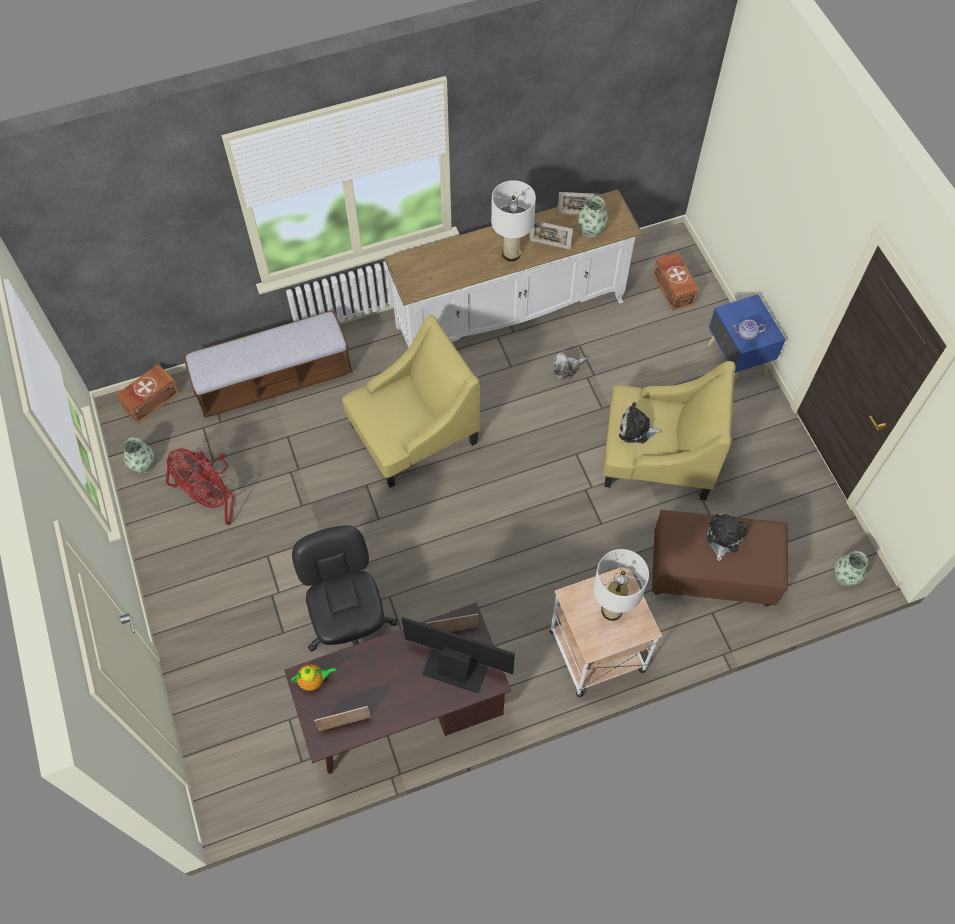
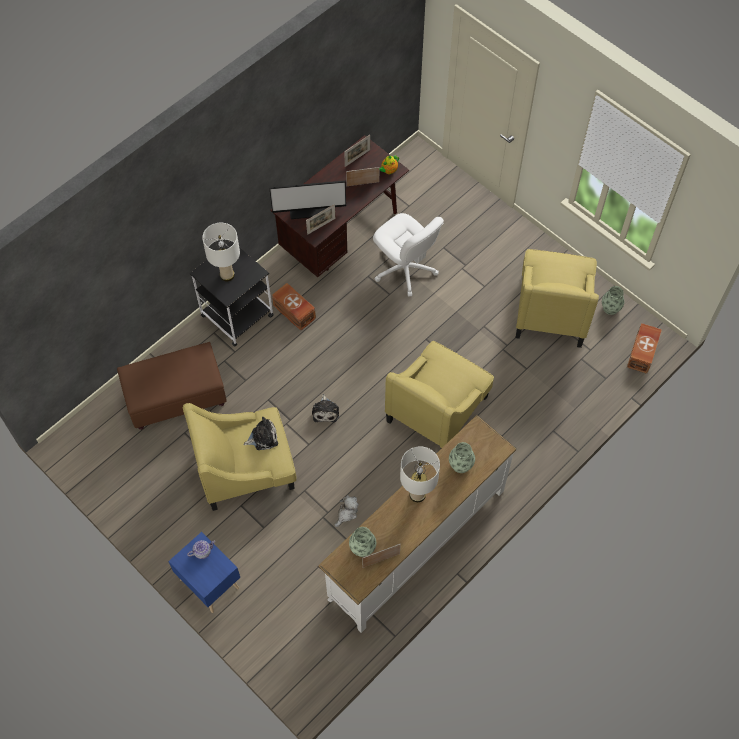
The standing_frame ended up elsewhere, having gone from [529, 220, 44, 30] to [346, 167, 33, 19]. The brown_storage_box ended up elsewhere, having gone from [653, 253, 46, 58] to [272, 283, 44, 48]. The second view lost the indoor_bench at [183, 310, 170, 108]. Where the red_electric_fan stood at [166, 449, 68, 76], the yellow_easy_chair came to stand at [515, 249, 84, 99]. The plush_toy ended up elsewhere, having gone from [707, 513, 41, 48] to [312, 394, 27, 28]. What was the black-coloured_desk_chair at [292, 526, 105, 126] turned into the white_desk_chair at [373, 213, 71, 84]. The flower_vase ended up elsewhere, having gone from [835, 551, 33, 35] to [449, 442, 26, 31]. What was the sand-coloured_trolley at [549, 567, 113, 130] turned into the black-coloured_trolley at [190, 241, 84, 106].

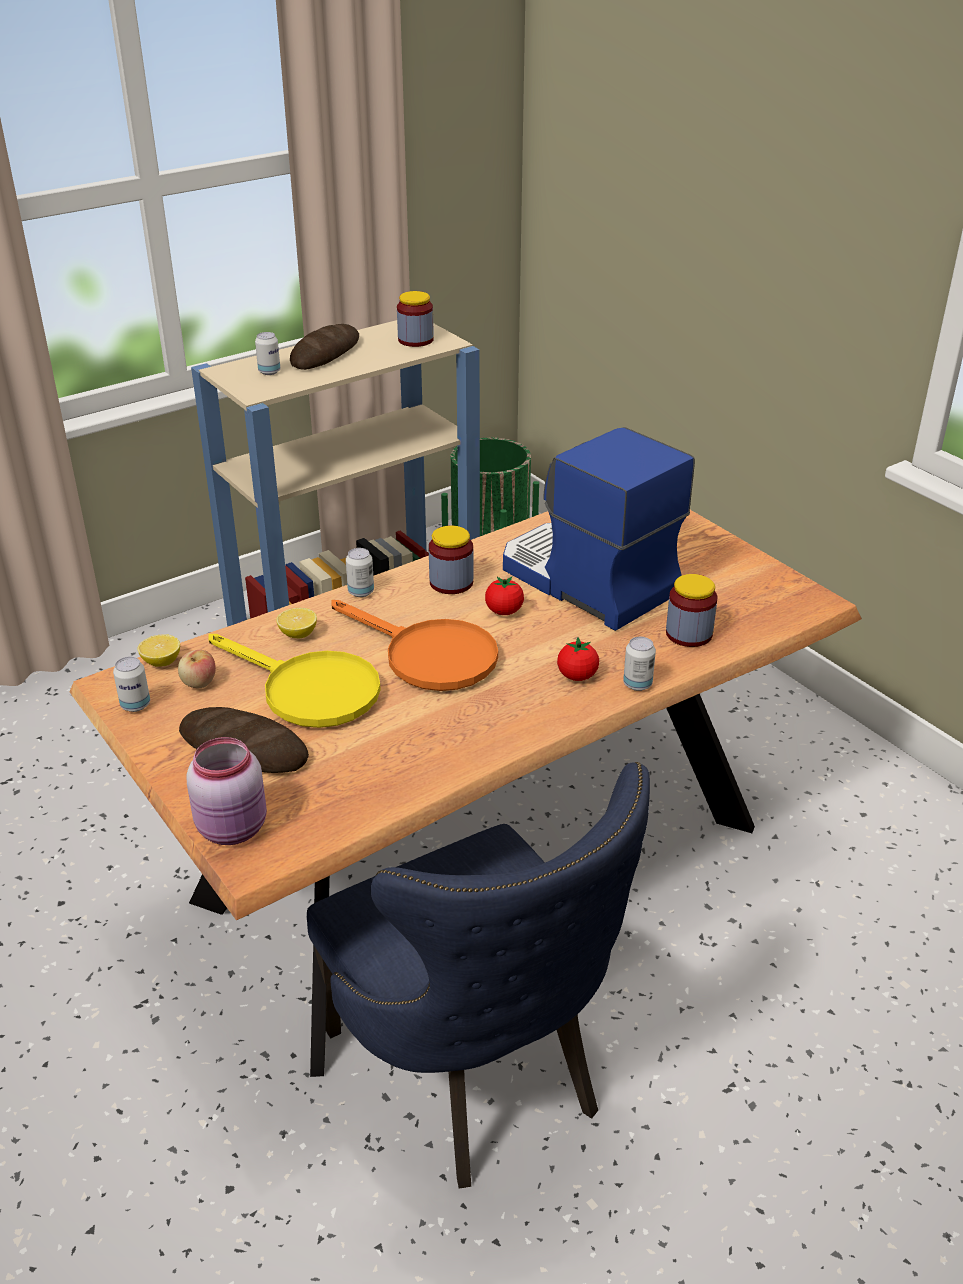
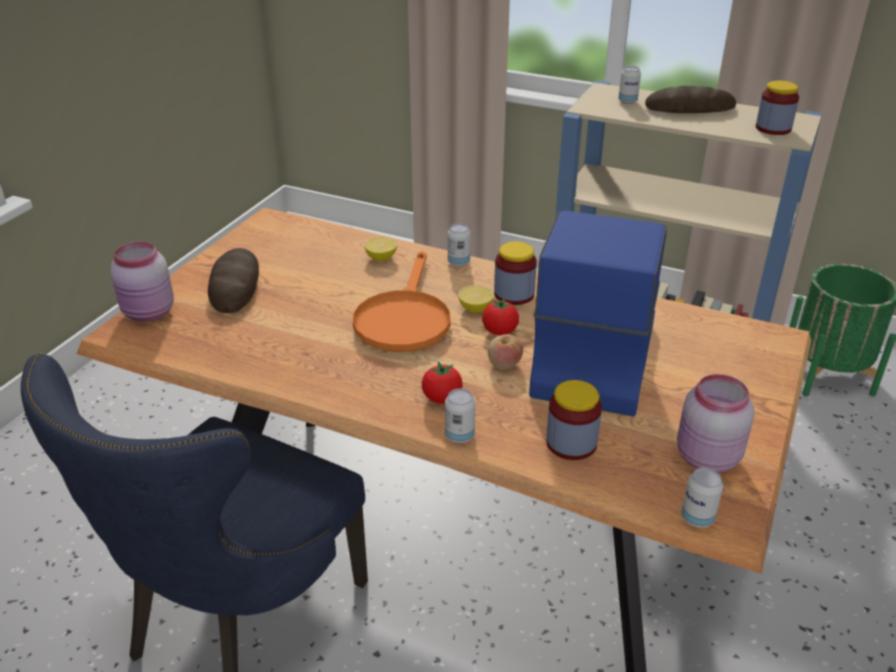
The whole_lemon ended up elsewhere, having gone from [138, 634, 42, 33] to [458, 286, 36, 27]. The second view lost the yellow_skillet at [209, 634, 172, 94]. The apple_fruit ended up elsewhere, having gone from [178, 650, 38, 38] to [488, 334, 35, 35]. The metal_can ended up elsewhere, having gone from [113, 657, 37, 55] to [681, 467, 42, 61]. The second view gained the pinkish_jar at [677, 374, 78, 99].

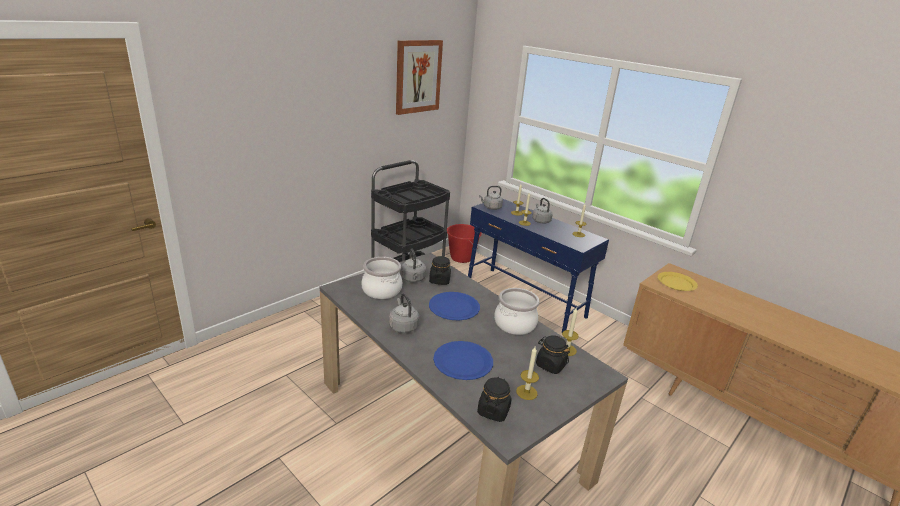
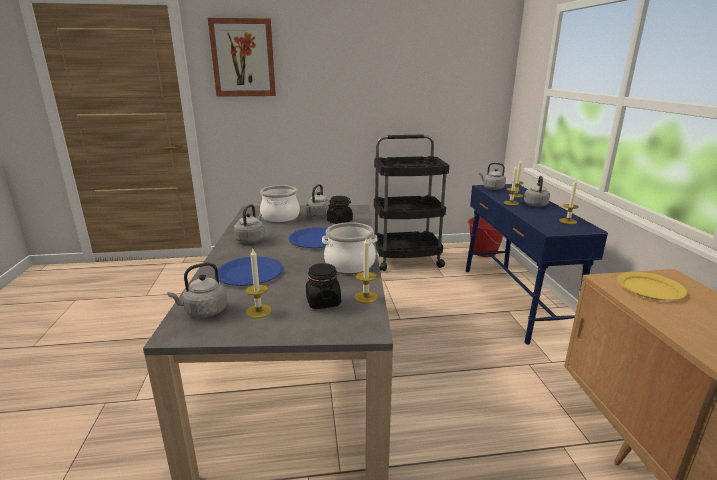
The wall_picture ended up elsewhere, having gone from [396, 40, 47, 75] to [208, 18, 68, 79]. Where the black-coloured_jar stood at [477, 377, 35, 45], the gray_kettle came to stand at [167, 262, 61, 56].

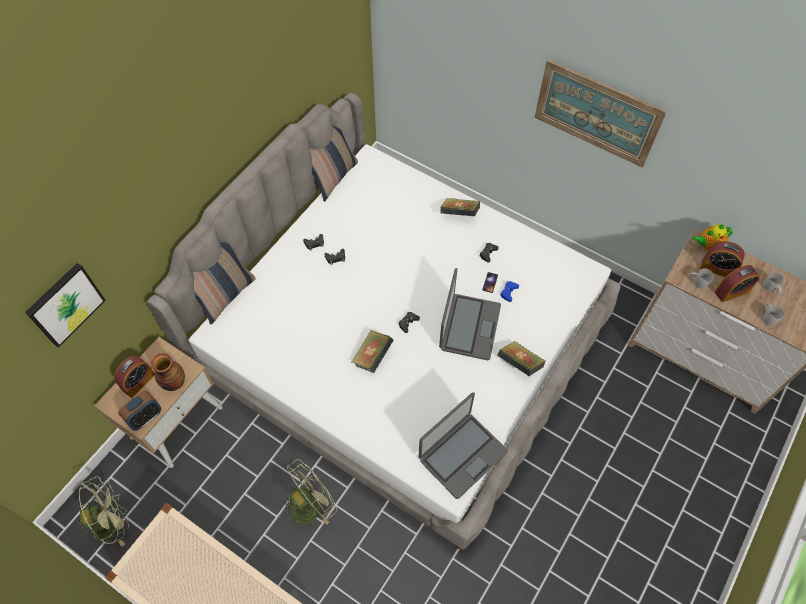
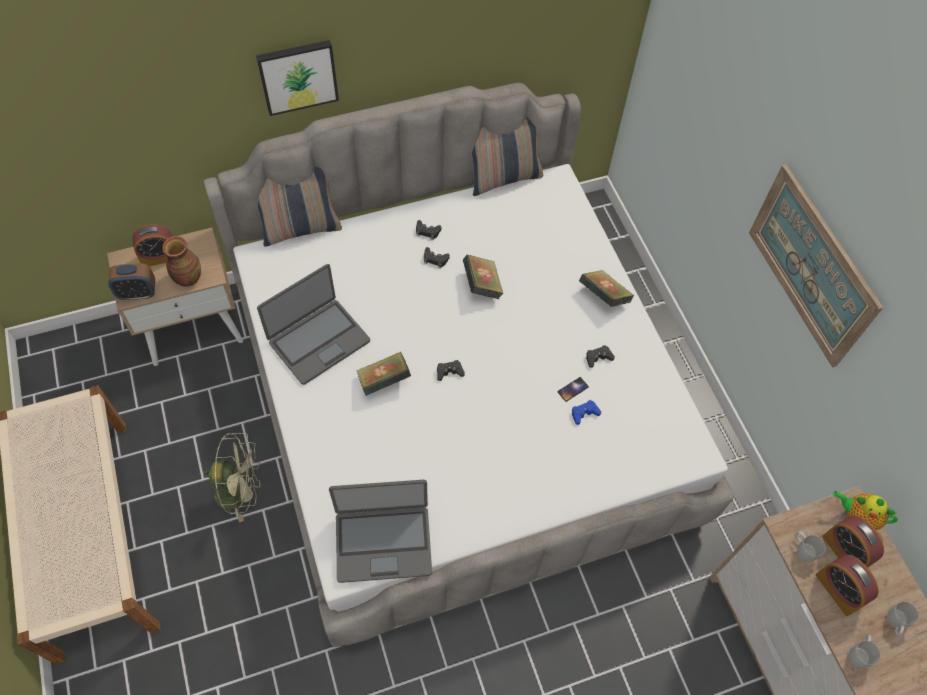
The wall_picture ended up elsewhere, having gone from [25, 263, 81, 85] to [256, 40, 83, 76]. The alarm_clock at [715, 265, 45, 37] ended up facing another way, 45 degrees clockwise from before. The portable_computer ended up elsewhere, having gone from [439, 268, 62, 92] to [257, 264, 113, 121]. The book ended up elsewhere, having gone from [497, 341, 49, 35] to [463, 255, 41, 44]. The second view lost the green_electric_fan at [77, 476, 52, 71].

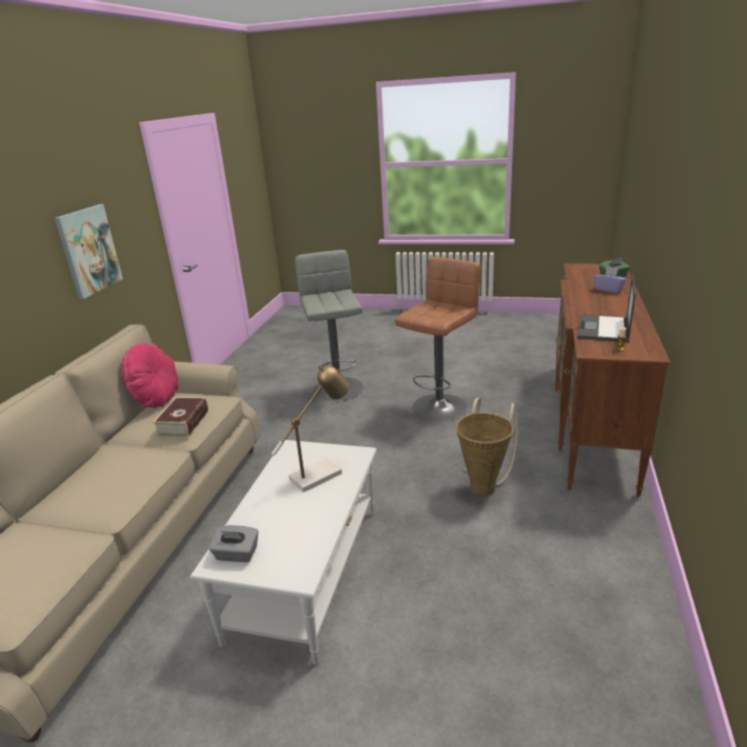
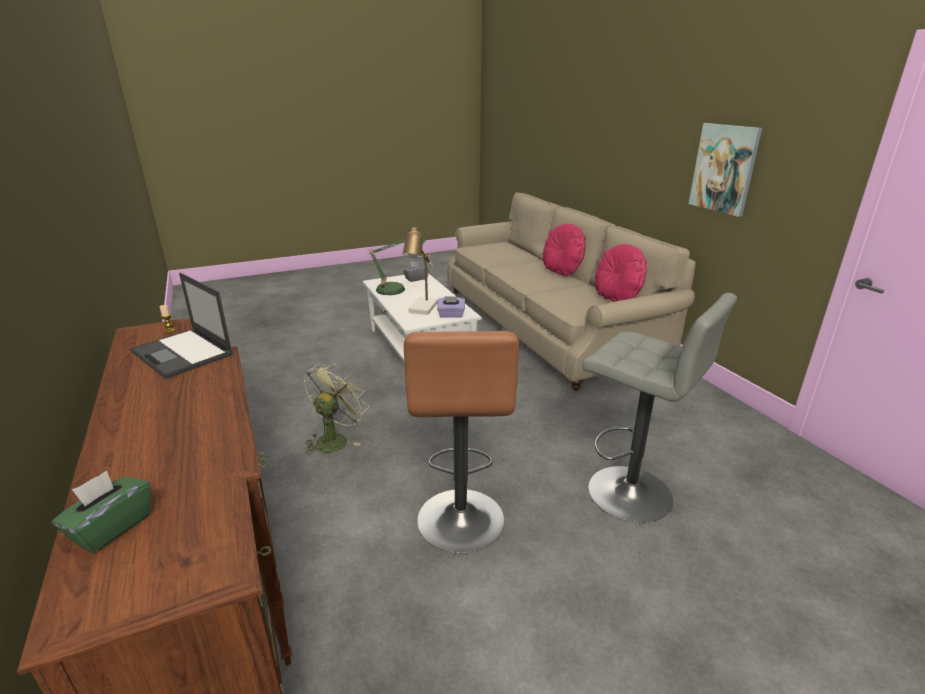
The purple_tissue_box ended up elsewhere, having gone from [594, 267, 33, 26] to [437, 296, 28, 22]. The portable_computer at [577, 275, 59, 67] ended up facing another way, 150 degrees clockwise from before. The second view lost the book at [152, 397, 56, 40]. Where the basket stood at [456, 398, 62, 98], the green_electric_fan came to stand at [304, 363, 65, 92]. The second view gained the pinkish_throw_pillow at [542, 223, 44, 53]. The second view gained the lamp_for_a_table at [368, 227, 58, 68].

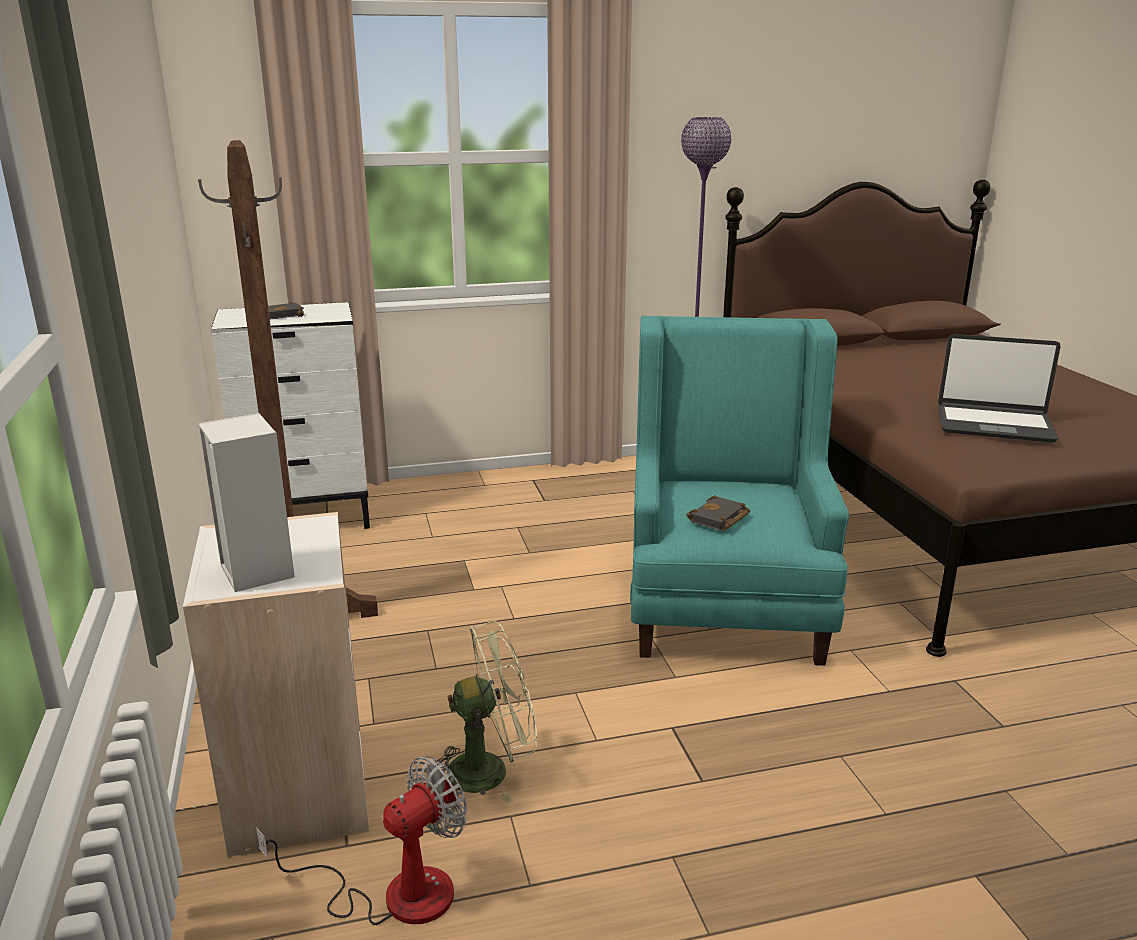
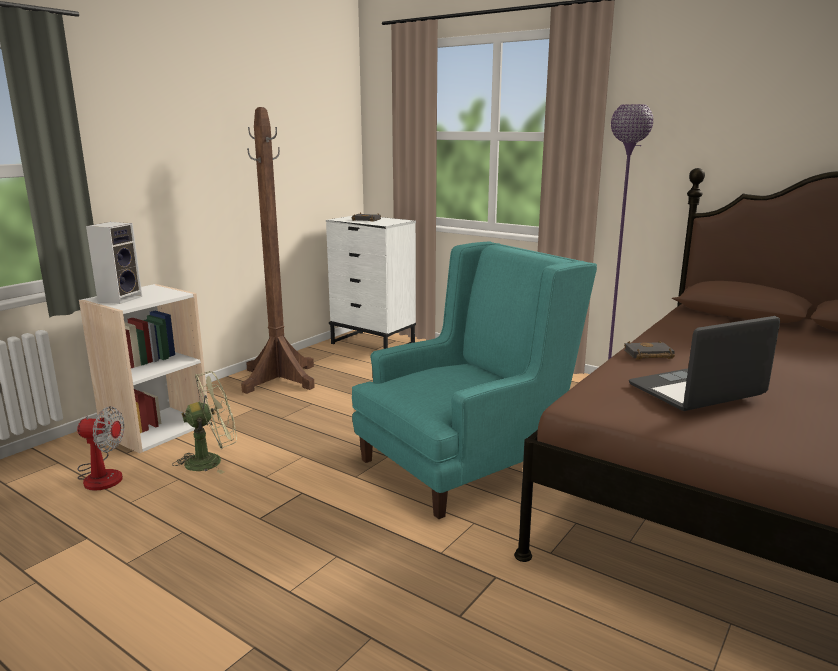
The portable_computer at [938, 334, 123, 109] ended up facing another way, 90 degrees clockwise from before. The black-coloured_book ended up elsewhere, having gone from [686, 495, 64, 36] to [624, 341, 51, 19]. The green_electric_fan at [437, 621, 100, 183] ended up facing another way, 60 degrees counterclockwise from before.

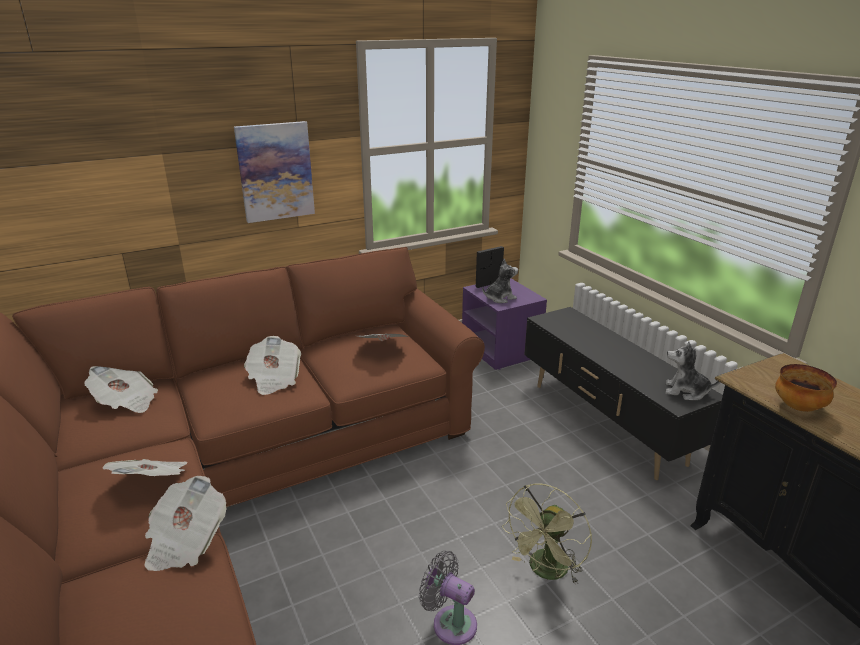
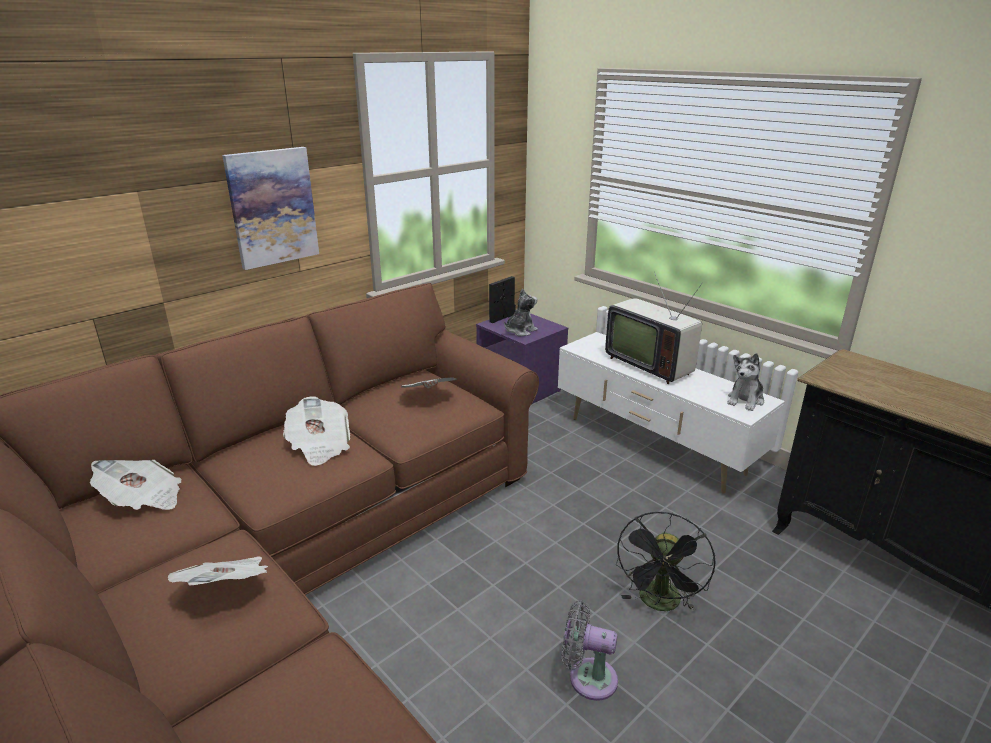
What was the black-coloured_tv_unit at [524, 307, 199, 173] turned into the white_tv_unit at [558, 332, 227, 162]. The plush_toy at [665, 341, 55, 60] ended up facing another way, 60 degrees counterclockwise from before. The second view lost the deep_dish at [775, 364, 62, 48]. The second view lost the daily_paper at [145, 476, 82, 95]. What was the green_electric_fan at [502, 483, 90, 102] turned into the black-coloured_electric_fan at [615, 512, 101, 99]. The second view gained the TV at [605, 272, 98, 112].

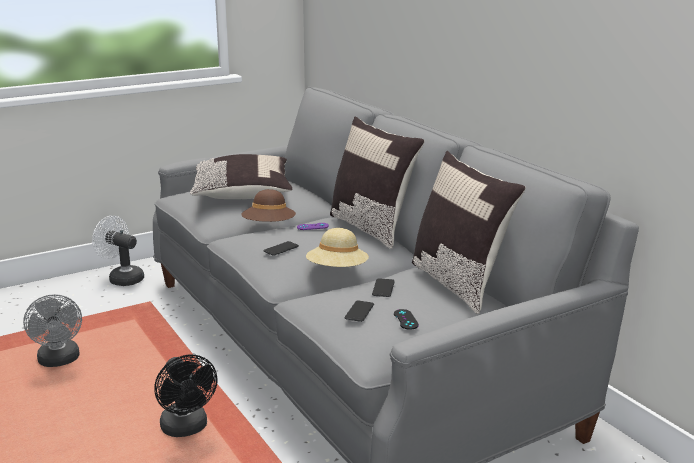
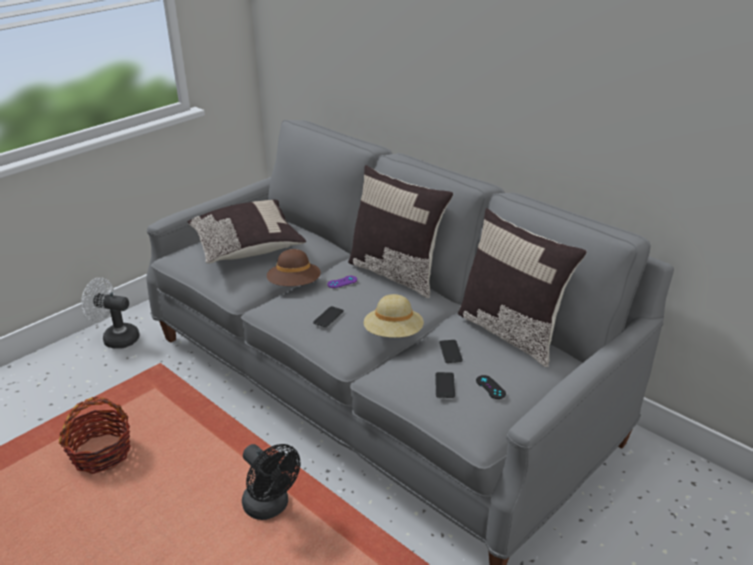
Where the gray_electric_fan stood at [23, 294, 59, 73], the basket came to stand at [59, 397, 72, 77].

